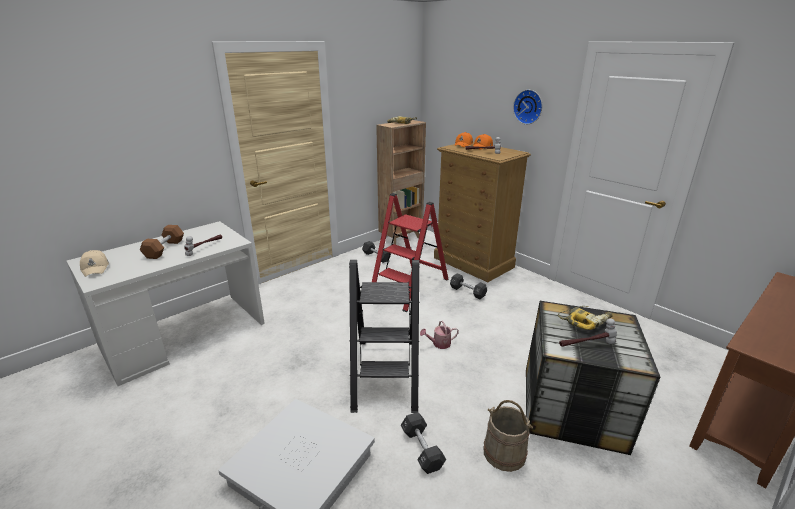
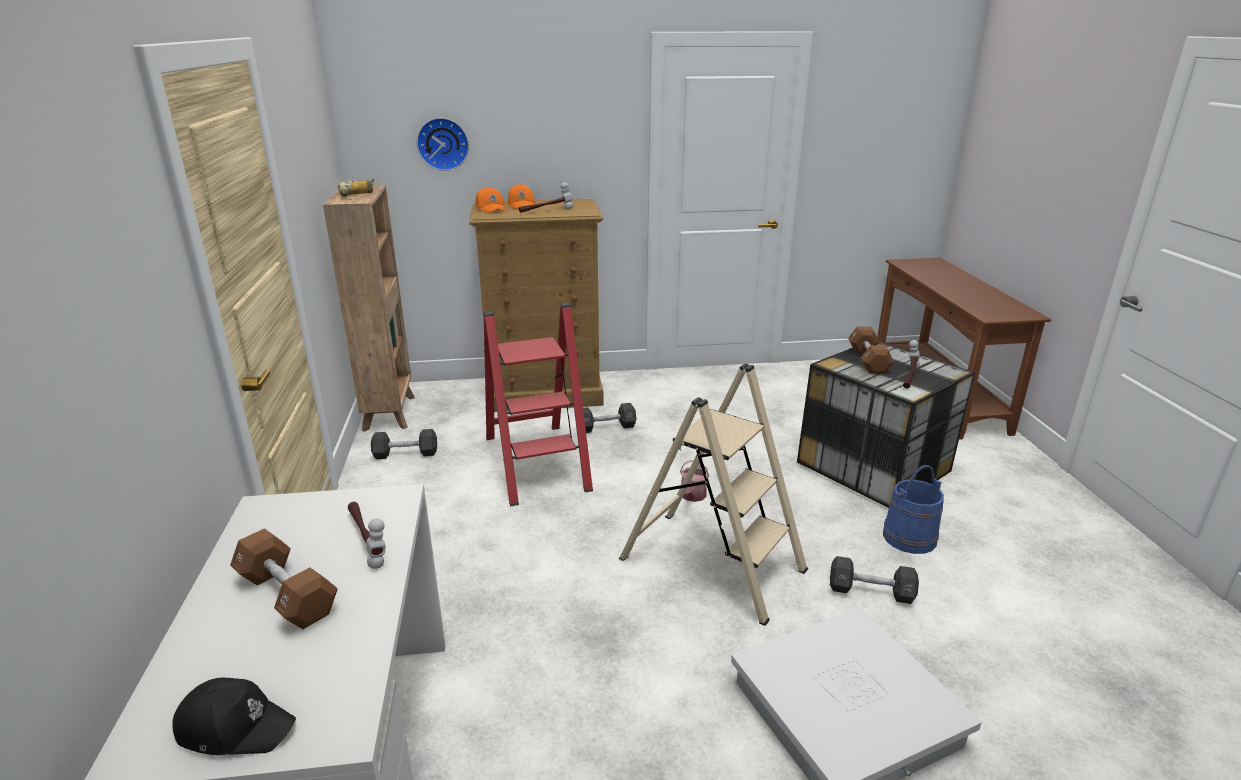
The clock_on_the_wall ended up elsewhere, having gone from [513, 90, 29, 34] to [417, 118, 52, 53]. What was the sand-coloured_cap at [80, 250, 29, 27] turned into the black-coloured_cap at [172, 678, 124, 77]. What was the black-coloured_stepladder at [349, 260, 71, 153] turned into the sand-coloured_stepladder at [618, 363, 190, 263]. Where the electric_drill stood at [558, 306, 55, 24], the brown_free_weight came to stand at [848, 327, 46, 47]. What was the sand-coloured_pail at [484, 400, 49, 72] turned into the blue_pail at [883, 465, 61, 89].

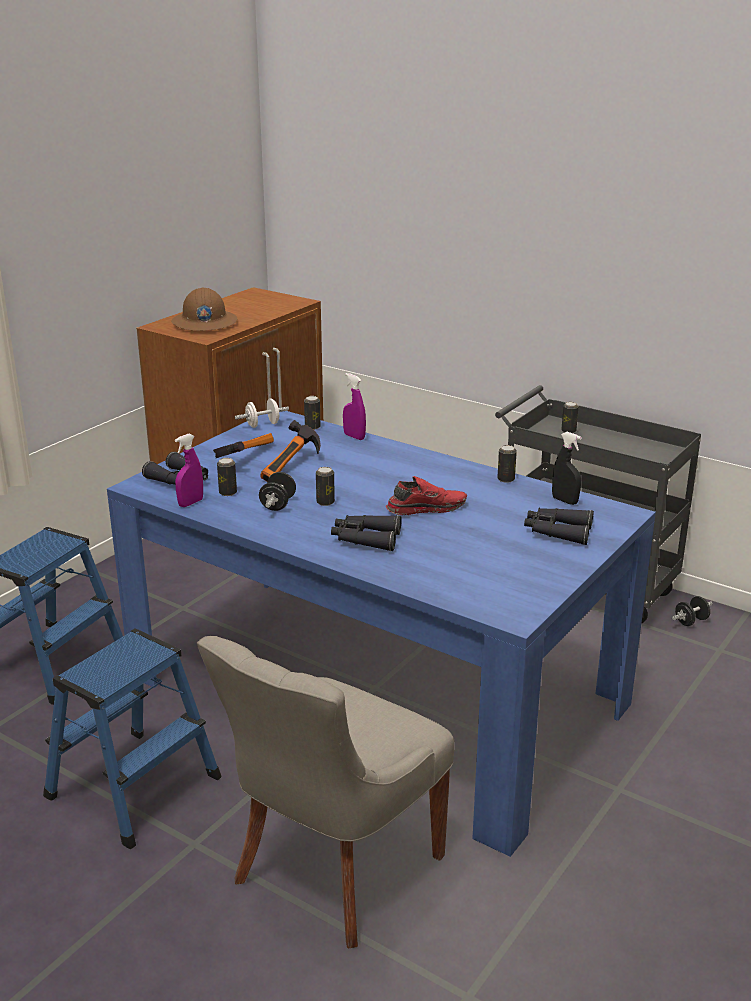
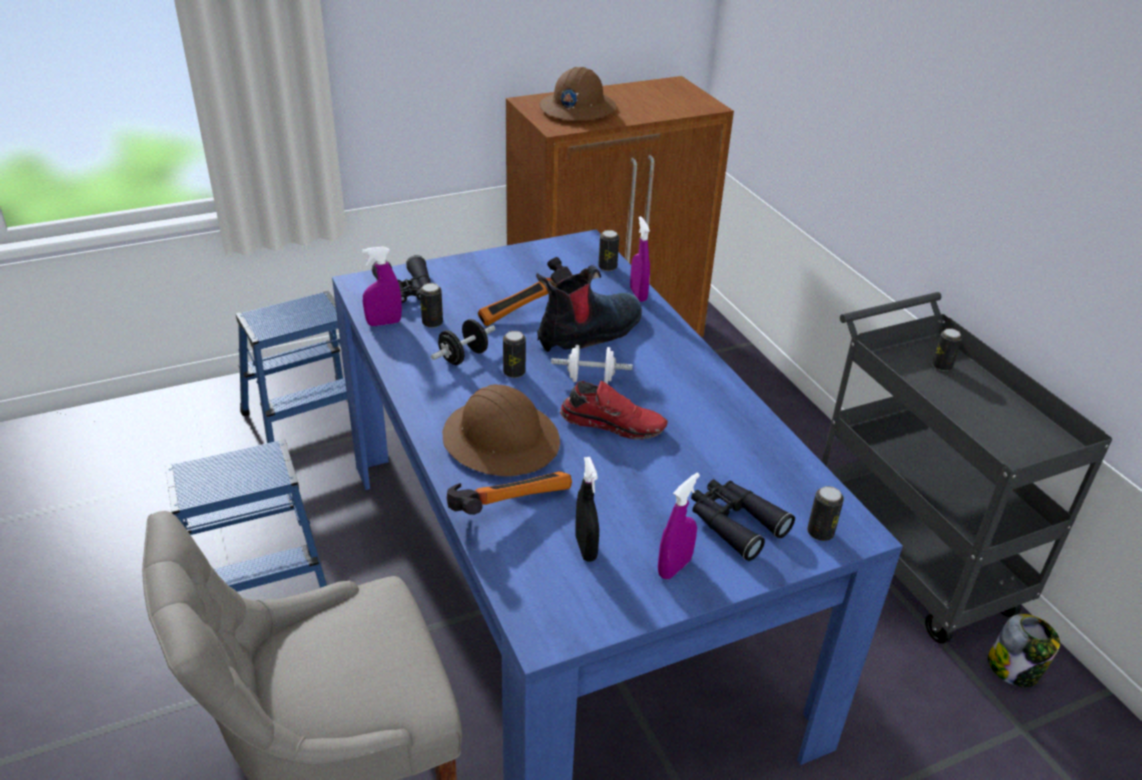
The white_free_weight ended up elsewhere, having gone from [235, 398, 54, 30] to [551, 345, 82, 39]. The black-coloured_spray_bottle ended up elsewhere, having gone from [552, 432, 30, 73] to [575, 457, 24, 105]. The hand_hammer ended up elsewhere, having gone from [213, 433, 61, 25] to [447, 471, 125, 44]. The metal_can ended up elsewhere, having gone from [497, 445, 20, 38] to [807, 486, 37, 55]. Where the black-coloured_field_glasses stood at [331, 515, 71, 36], the brown_safety_helmet came to stand at [442, 384, 118, 92]. Where the black-coloured_free_weight stood at [672, 596, 41, 30], the jar came to stand at [988, 614, 72, 73]. The second view gained the tall_boot at [536, 265, 106, 87]. The second view gained the purple_spray_bottle at [658, 473, 42, 106].

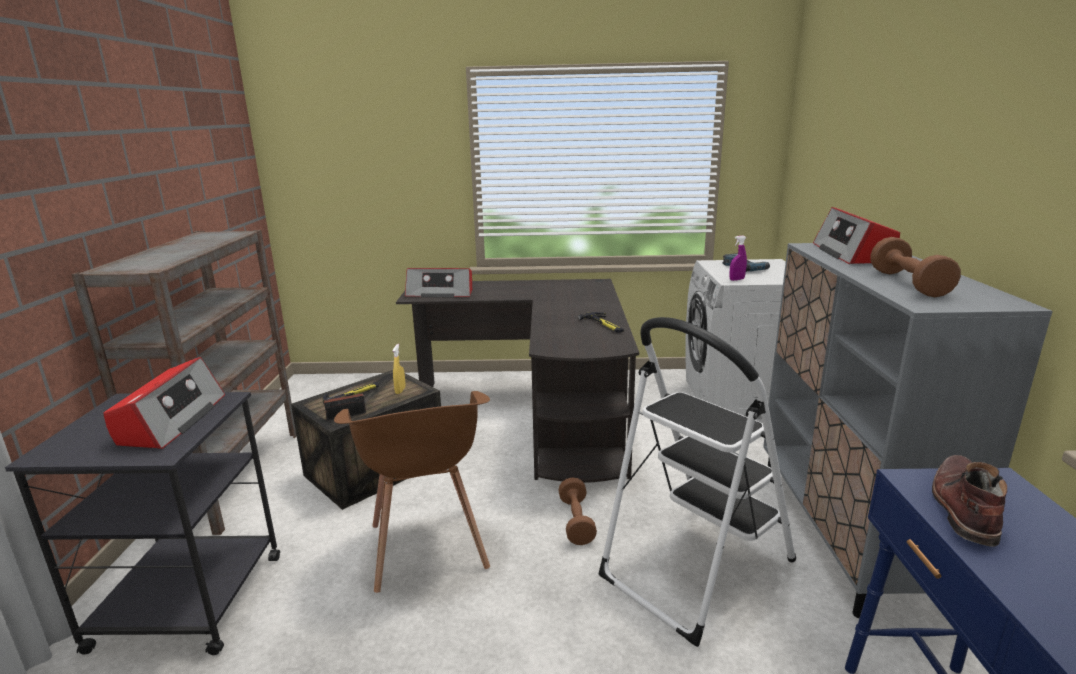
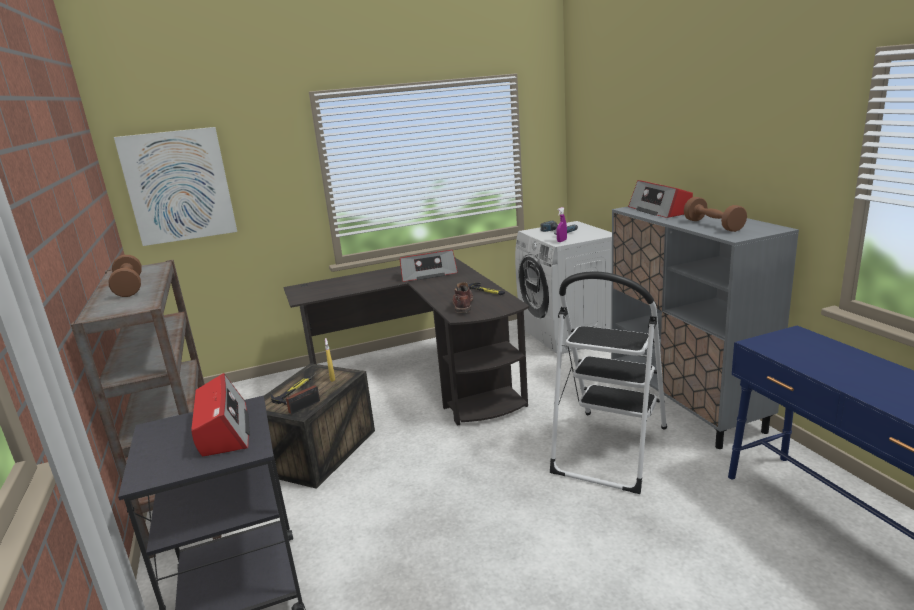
The radio_receiver ended up elsewhere, having gone from [405, 268, 67, 29] to [400, 250, 58, 32]. The second view lost the brown_chair at [334, 391, 156, 202]. The brown_tall_boot ended up elsewhere, having gone from [932, 455, 75, 92] to [452, 282, 22, 31]. The brown_free_weight ended up elsewhere, having gone from [559, 478, 38, 67] to [108, 255, 34, 42]. The second view gained the wall_picture at [114, 127, 123, 119].

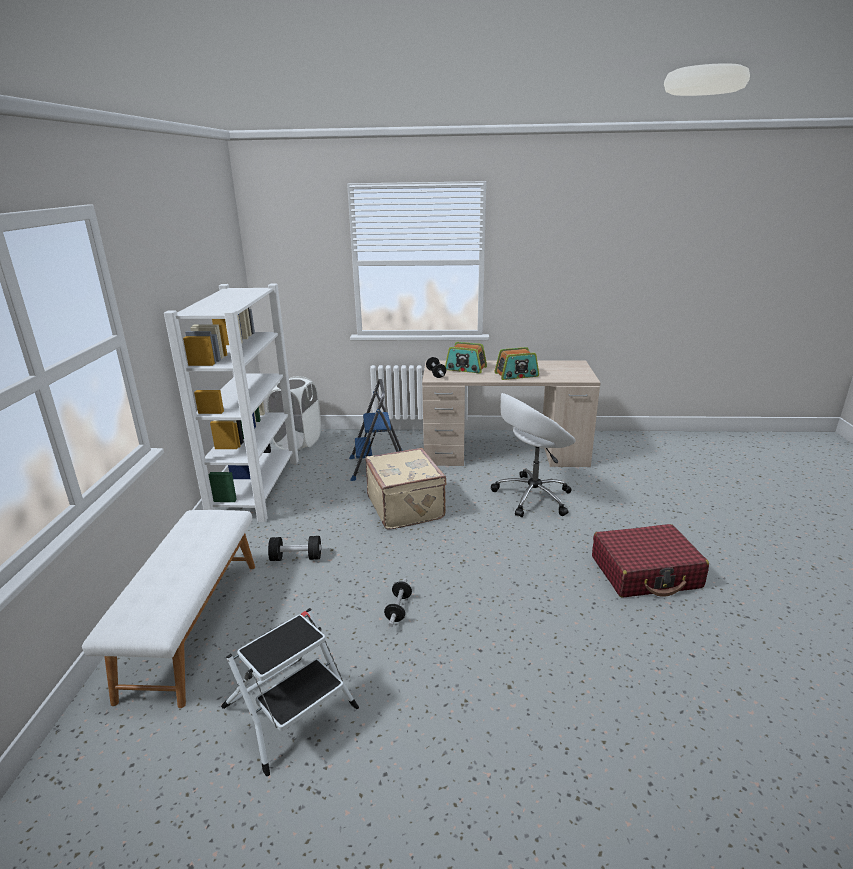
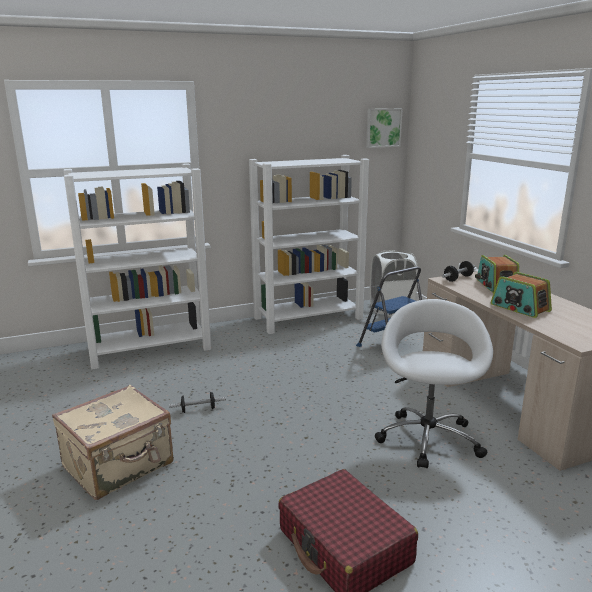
The white_desk_chair at [491, 393, 85, 124] ended up facing another way, 60 degrees clockwise from before. The sand-coloured_suitcase ended up elsewhere, having gone from [365, 448, 81, 82] to [52, 385, 122, 115]. Where the white_indoor_bench stood at [82, 510, 173, 198], the white_shelving_unit came to stand at [64, 163, 147, 206]. The second view lost the black-coloured_free_weight at [268, 536, 53, 25]. The second view lost the stepladder at [221, 608, 138, 168]. The second view gained the wall_picture at [366, 108, 37, 40].

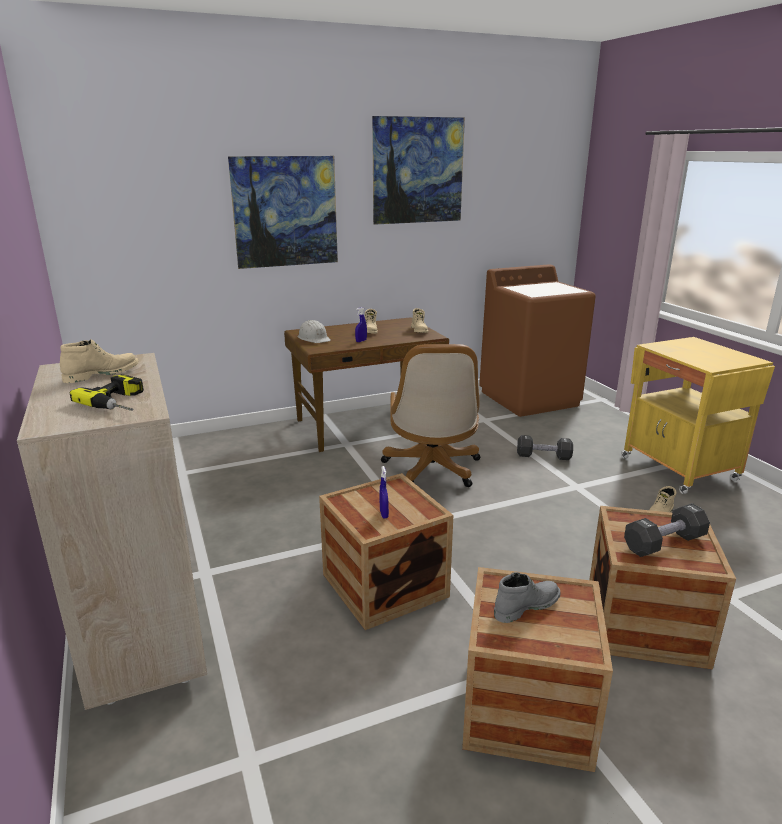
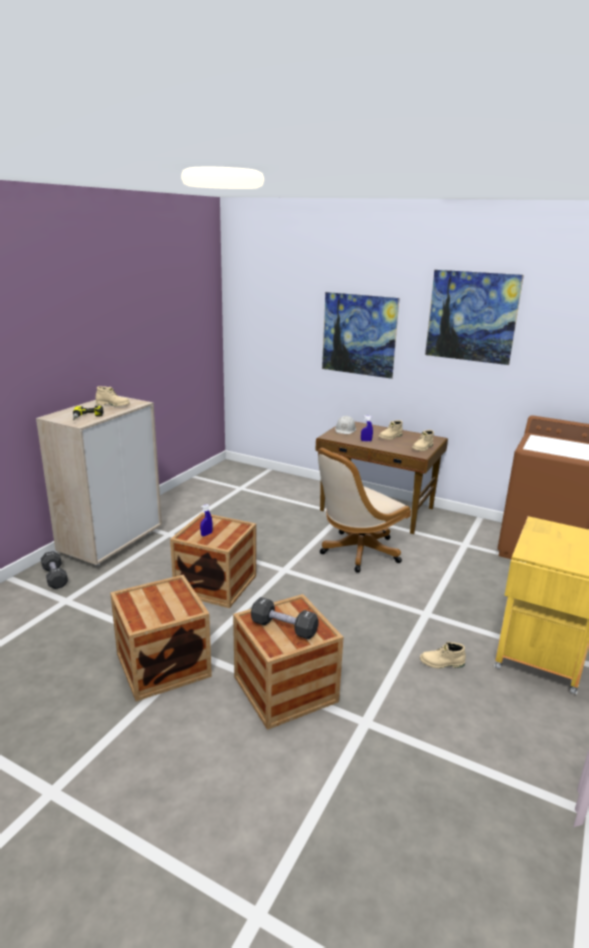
The black-coloured_free_weight ended up elsewhere, having gone from [517, 435, 56, 25] to [41, 551, 27, 38]. The second view lost the gray_tall_boot at [494, 572, 67, 51].

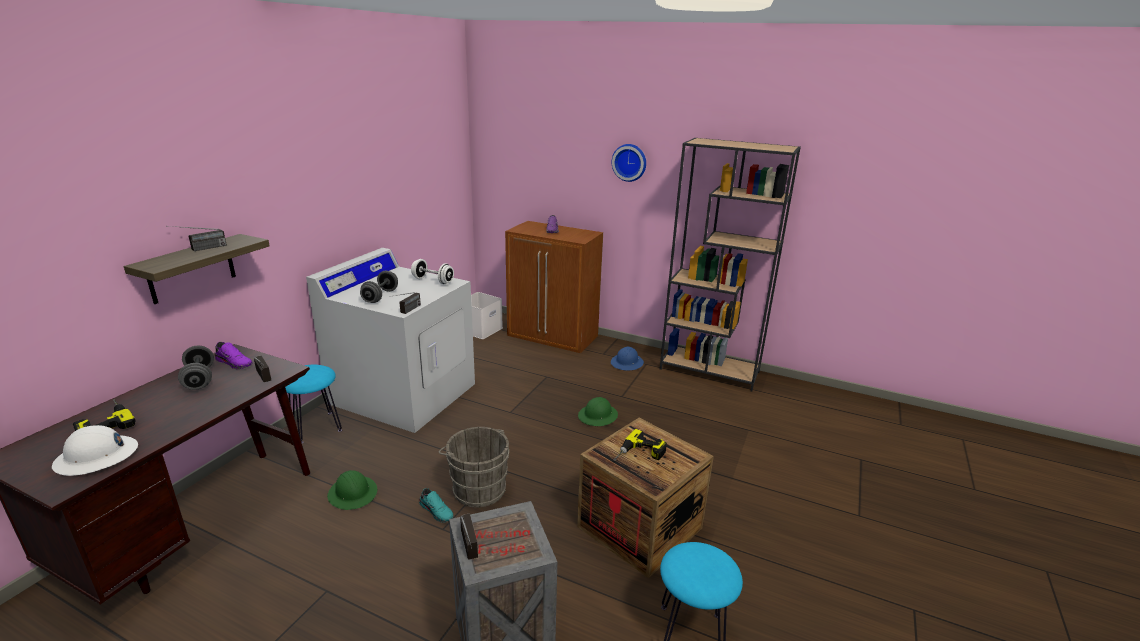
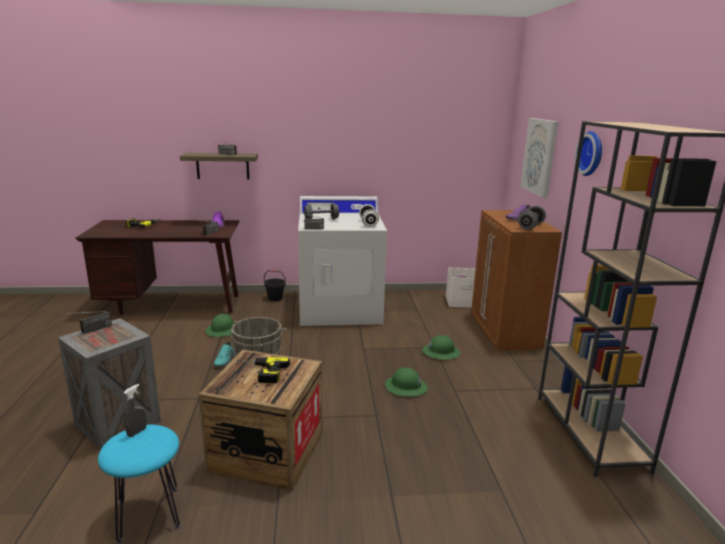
The gray_free_weight ended up elsewhere, having gone from [178, 346, 36, 44] to [518, 206, 28, 24]. The second view lost the blue_safety_helmet at [611, 347, 33, 23]. Where the turquoise-coloured_stool stood at [285, 365, 57, 78], the black-coloured_pail came to stand at [264, 270, 22, 31]. The second view lost the white_safety_helmet at [52, 425, 86, 51]. The second view gained the wall_picture at [520, 118, 38, 80]. The second view gained the green_safety_helmet at [422, 335, 38, 25]. The second view gained the gray_spray_bottle at [124, 384, 23, 53].

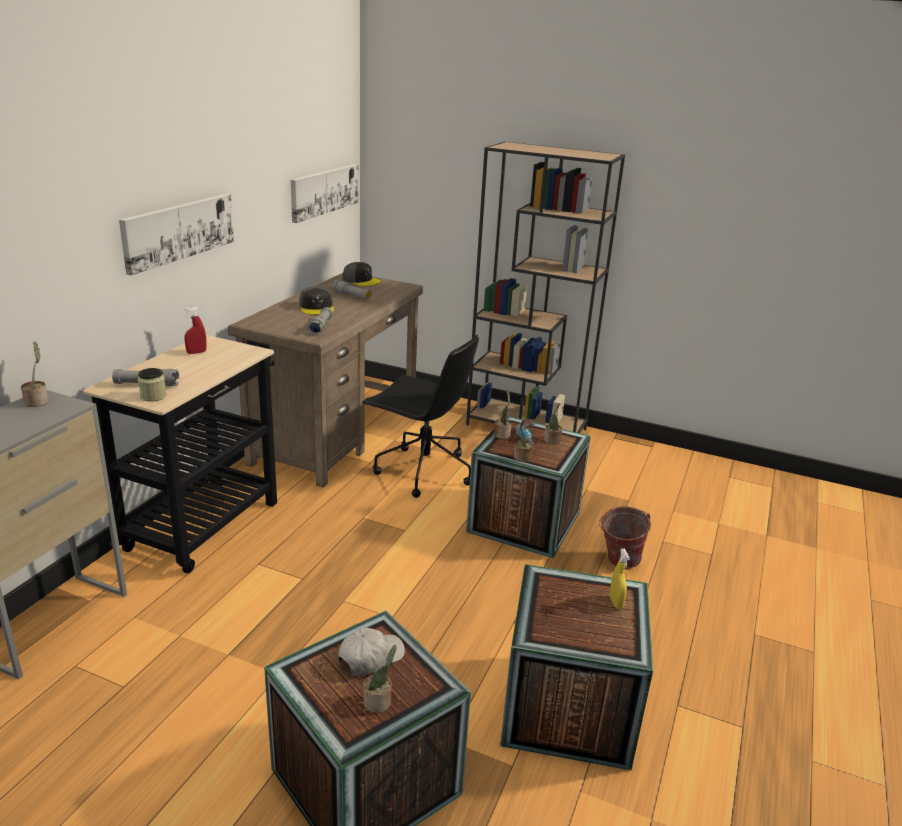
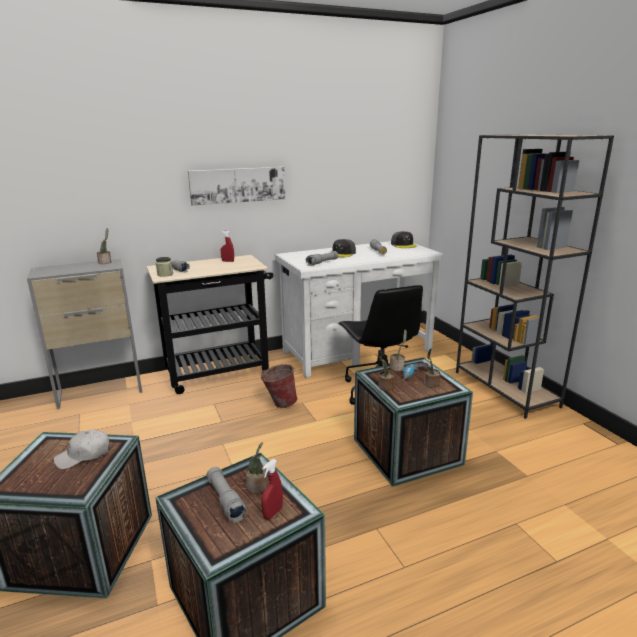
The second view lost the wall_picture at [291, 164, 67, 59]. What was the brown_desk at [228, 273, 195, 214] turned into the white_desk at [275, 241, 168, 137]. The pail ended up elsewhere, having gone from [599, 506, 52, 63] to [261, 364, 36, 44]. What was the yellow_spray_bottle at [610, 549, 20, 60] turned into the red_spray_bottle at [261, 459, 22, 61]. The white_cap at [338, 627, 67, 49] ended up facing another way, 150 degrees clockwise from before. The potted_plant ended up elsewhere, having gone from [363, 645, 34, 68] to [246, 442, 22, 52]. The second view gained the gray_torch at [206, 467, 41, 56].

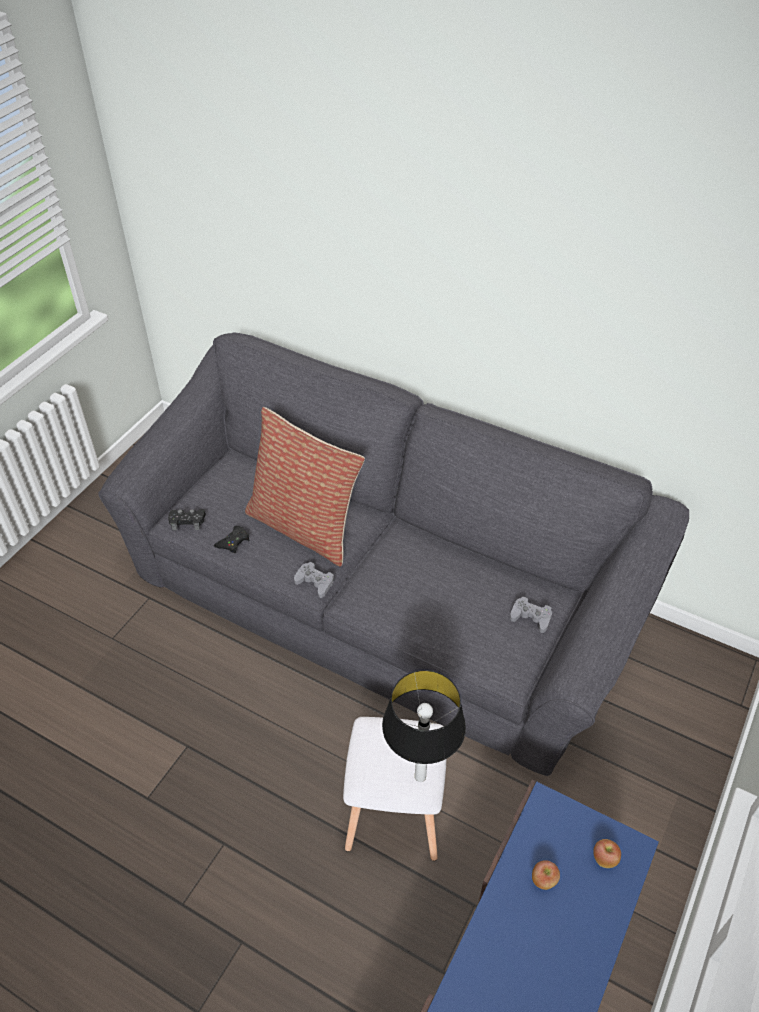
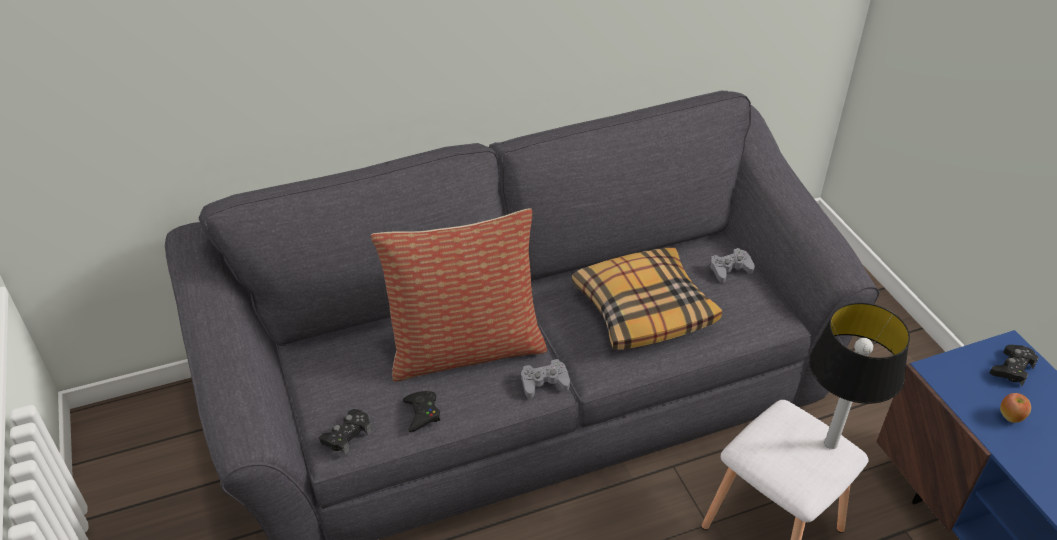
Where the apple_fruit stood at [593, 839, 28, 29], the black-coloured_gamepad came to stand at [989, 345, 50, 41]. The second view gained the throw_pillow at [572, 247, 150, 103].

